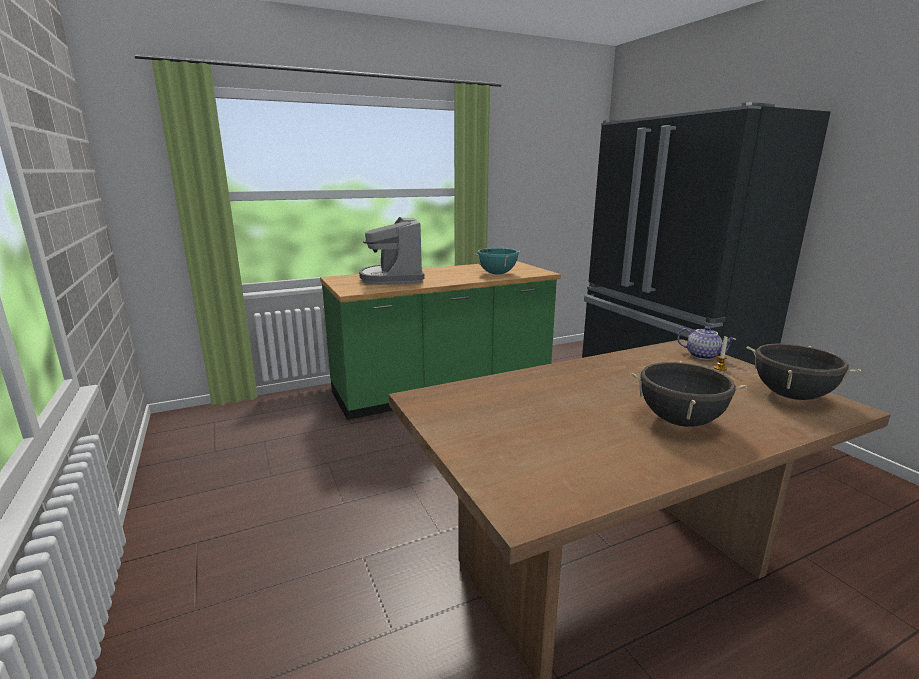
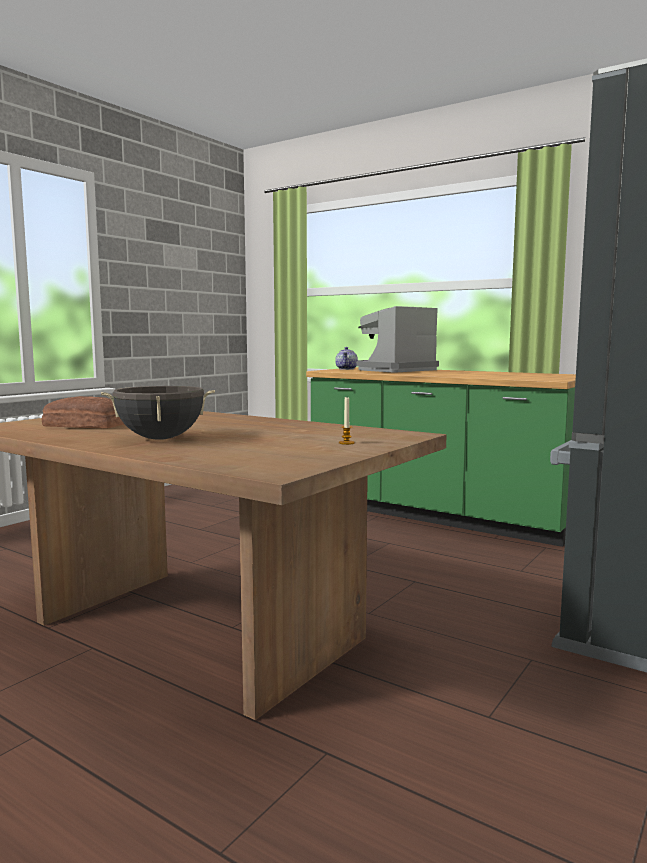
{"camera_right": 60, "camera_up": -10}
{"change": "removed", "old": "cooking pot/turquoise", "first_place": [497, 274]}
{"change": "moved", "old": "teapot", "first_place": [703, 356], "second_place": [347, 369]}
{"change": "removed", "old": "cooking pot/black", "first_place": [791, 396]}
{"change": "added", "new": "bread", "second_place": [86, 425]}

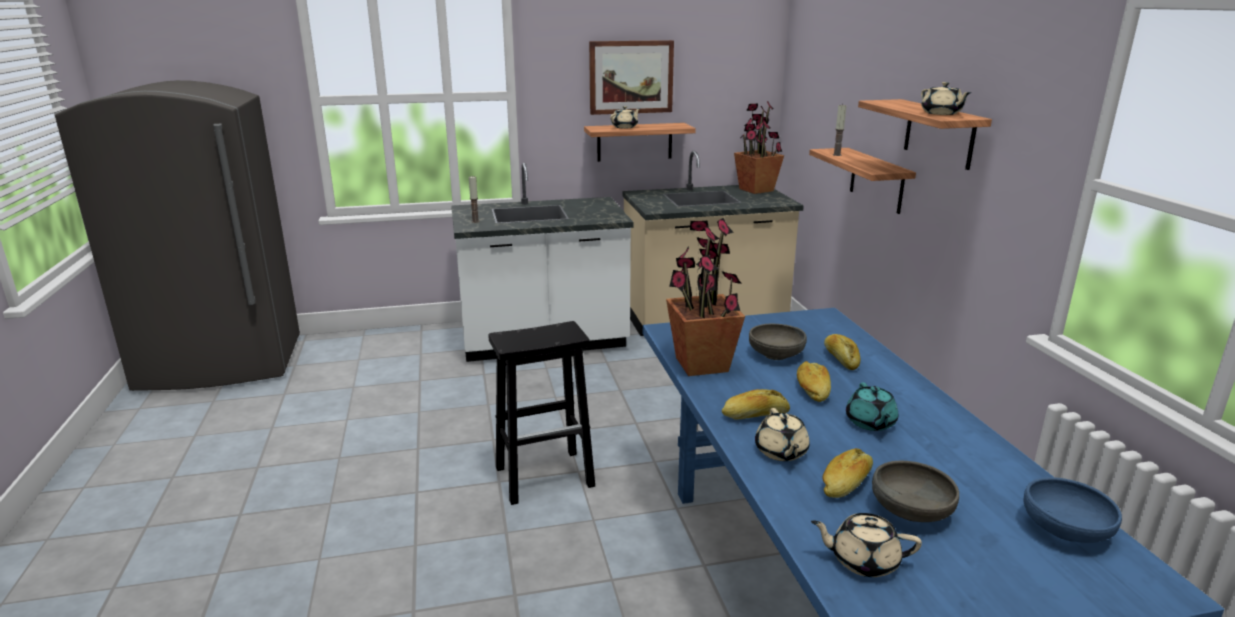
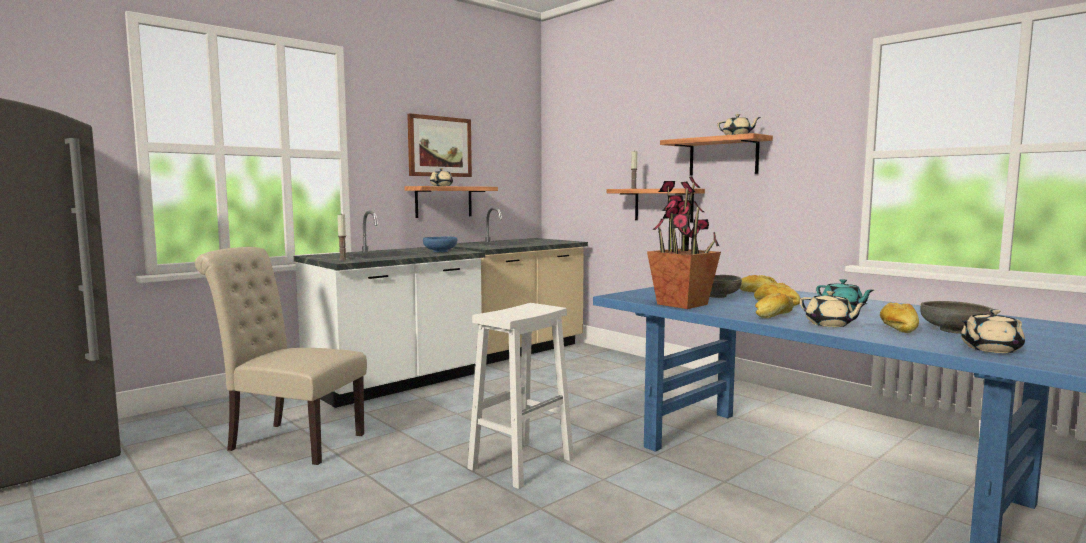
{"camera_right": -30, "camera_up": -15}
{"change": "removed", "old": "potted plant", "first_place": [756, 190]}
{"change": "recoloured", "old": "stool/black", "new": "stool/white", "first_place": [546, 476], "second_place": [522, 463]}
{"change": "moved", "old": "bowl/blue", "first_place": [1064, 530], "second_place": [440, 251]}
{"change": "added", "new": "chair/beige", "second_place": [289, 441]}

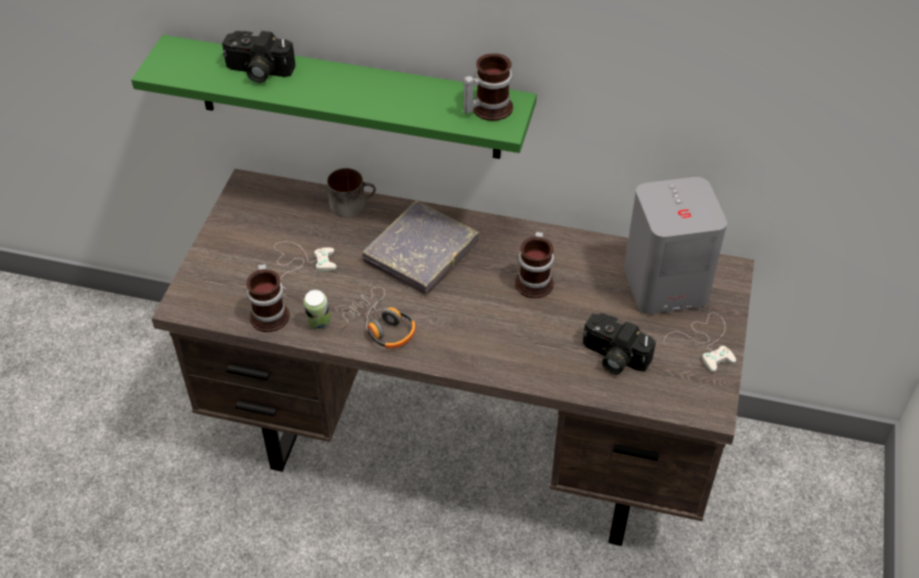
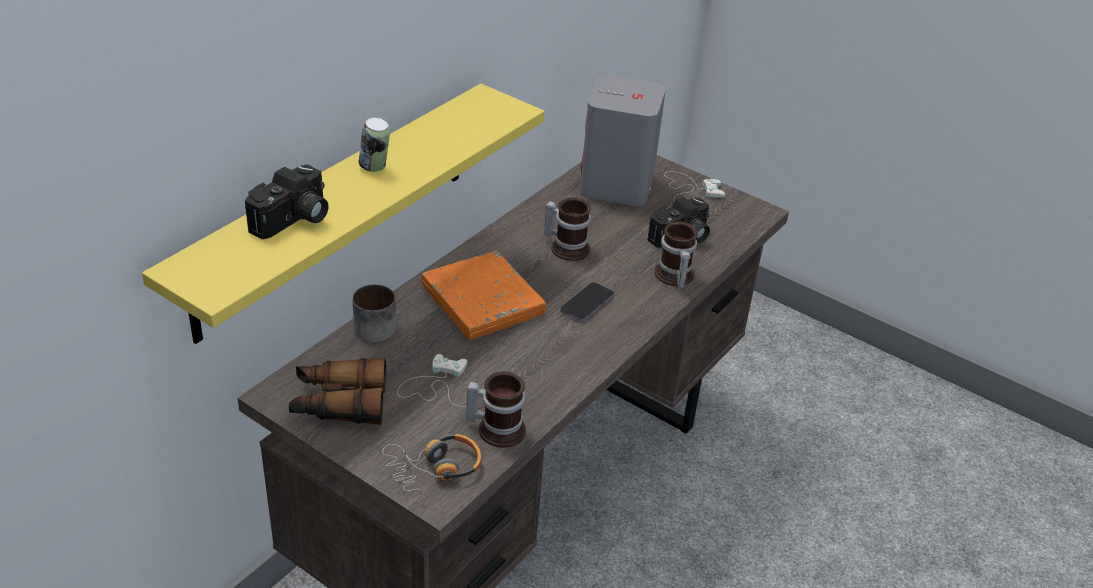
{"camera_right": -70, "camera_up": -10}
{"change": "recoloured", "old": "shelf/green", "new": "shelf/yellow", "first_place": [347, 98], "second_place": [335, 209]}
{"change": "moved", "old": "mug", "first_place": [487, 108], "second_place": [673, 276]}
{"change": "recoloured", "old": "book/grey", "new": "book/orange", "first_place": [421, 252], "second_place": [482, 301]}
{"change": "moved", "old": "headphones", "first_place": [381, 326], "second_place": [434, 470]}
{"change": "moved", "old": "can", "first_place": [319, 324], "second_place": [375, 168]}
{"change": "added", "new": "phone", "second_place": [587, 304]}
{"change": "added", "new": "binoculars", "second_place": [339, 403]}

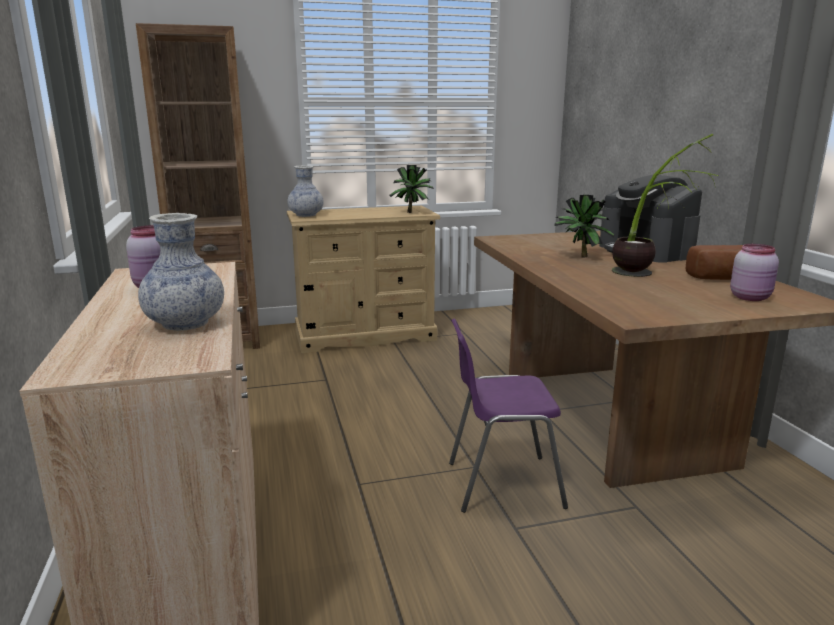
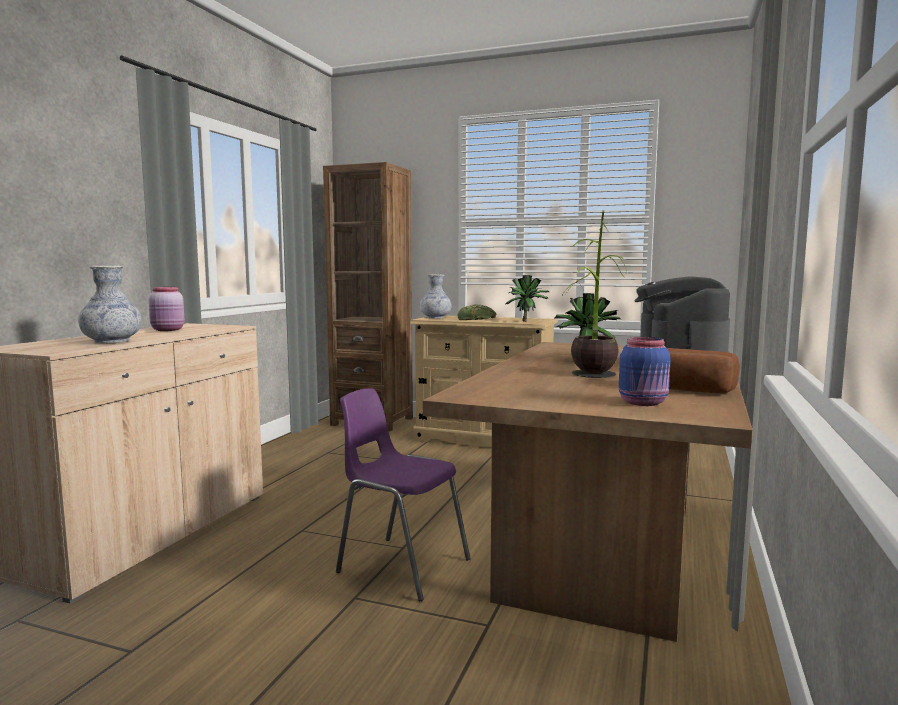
{"camera_right": 35, "camera_up": -10}
{"change": "recoloured", "old": "jar/pink", "new": "jar/blue", "first_place": [751, 297], "second_place": [644, 403]}
{"change": "added", "new": "bread", "second_place": [476, 319]}

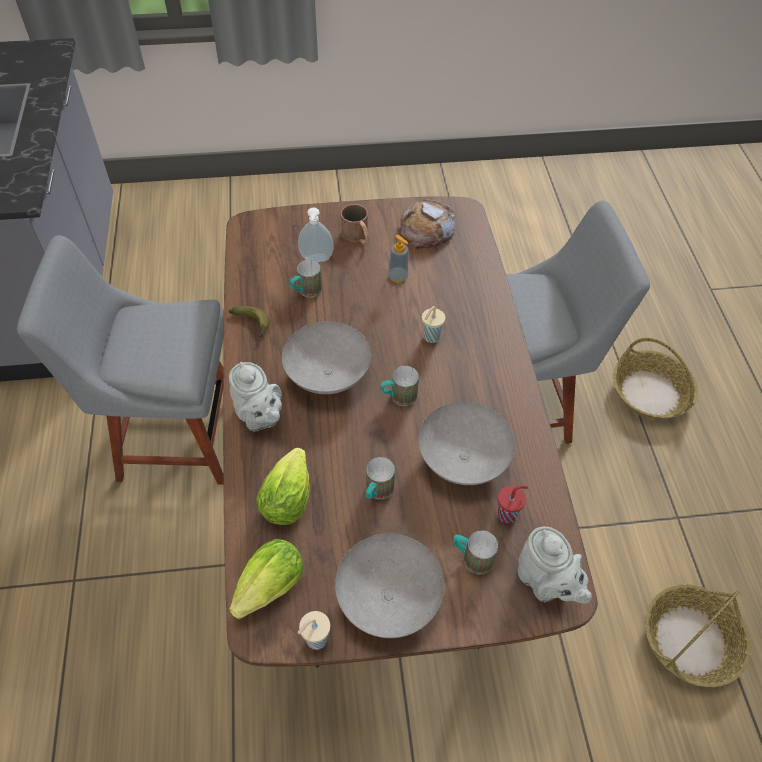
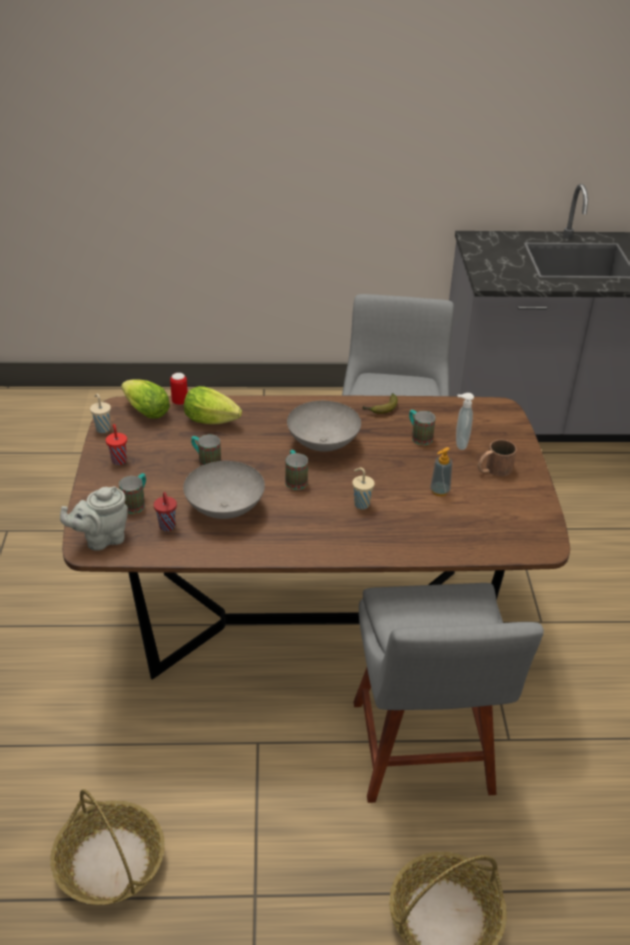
{"camera_right": 95, "camera_up": -15}
{"change": "removed", "old": "bread", "first_place": [426, 229]}
{"change": "removed", "old": "teapot/grey", "first_place": [259, 417]}
{"change": "replaced", "old": "bowl/grey", "new": "cup/red", "first_place": [387, 600], "second_place": [119, 460]}
{"change": "added", "new": "can", "second_place": [180, 402]}

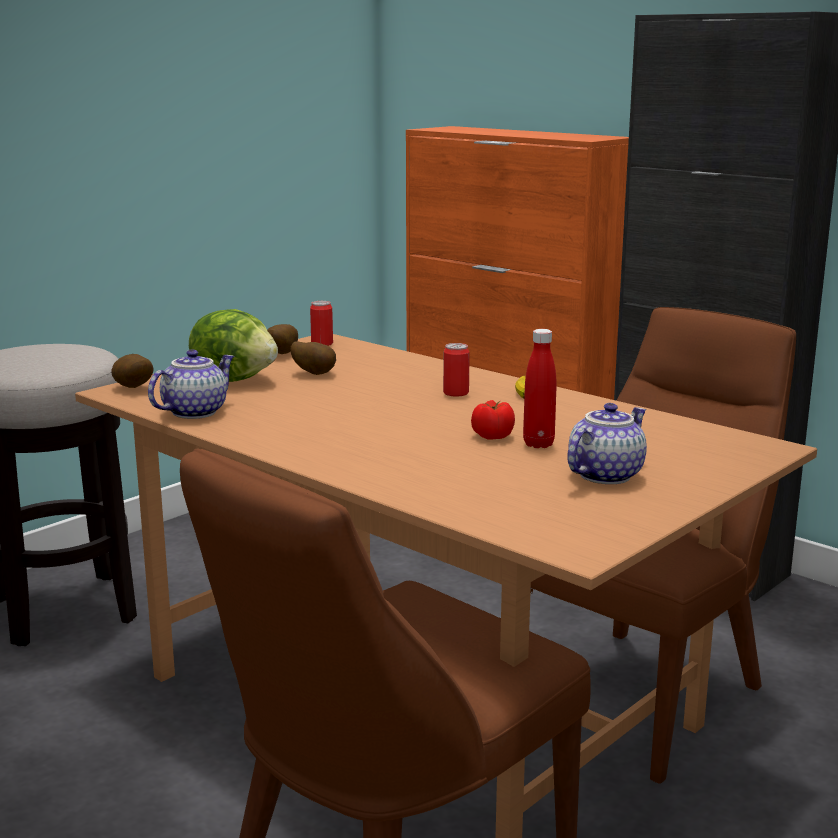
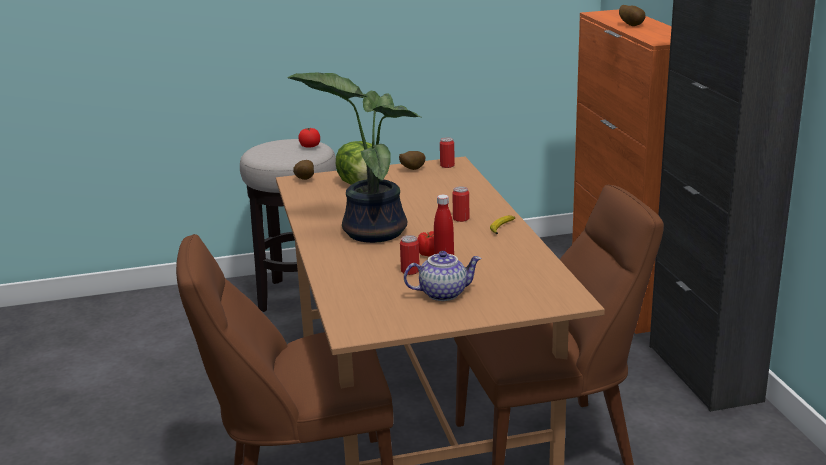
{"camera_right": 35, "camera_up": 5}
{"change": "moved", "old": "potato", "first_place": [315, 373], "second_place": [632, 25]}
{"change": "removed", "old": "teapot", "first_place": [194, 412]}
{"change": "added", "new": "potted plant", "second_place": [371, 231]}
{"change": "added", "new": "tomato", "second_place": [310, 146]}
{"change": "added", "new": "can", "second_place": [410, 271]}

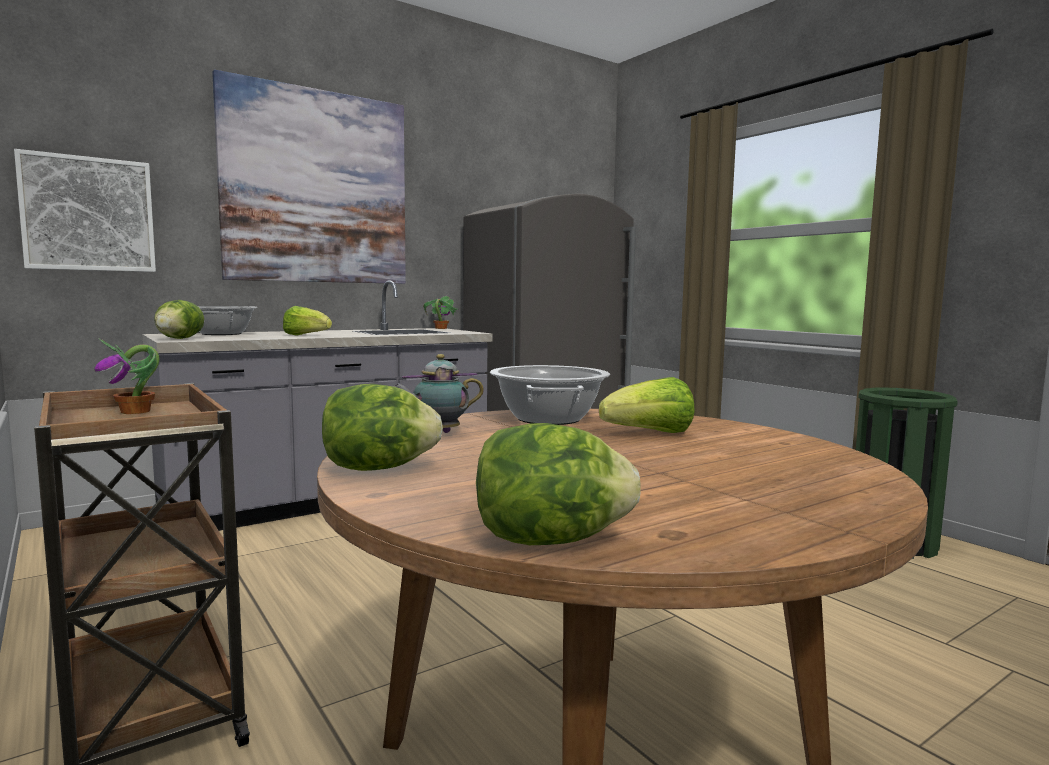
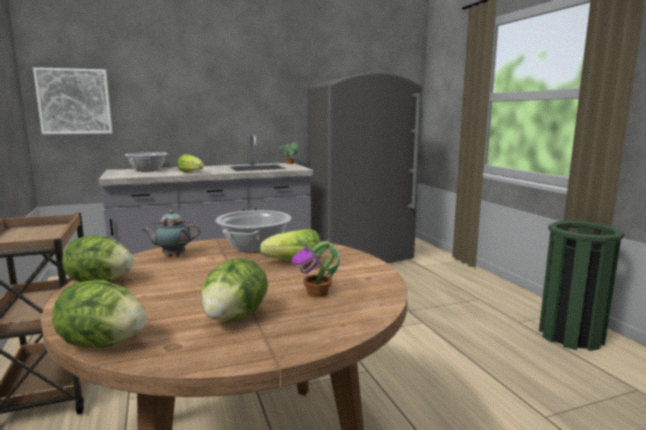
{"camera_right": 15, "camera_up": 5}
{"change": "removed", "old": "picture", "first_place": [317, 188]}
{"change": "moved", "old": "lettuce", "first_place": [179, 339], "second_place": [235, 317]}
{"change": "moved", "old": "potted plant", "first_place": [136, 412], "second_place": [318, 293]}

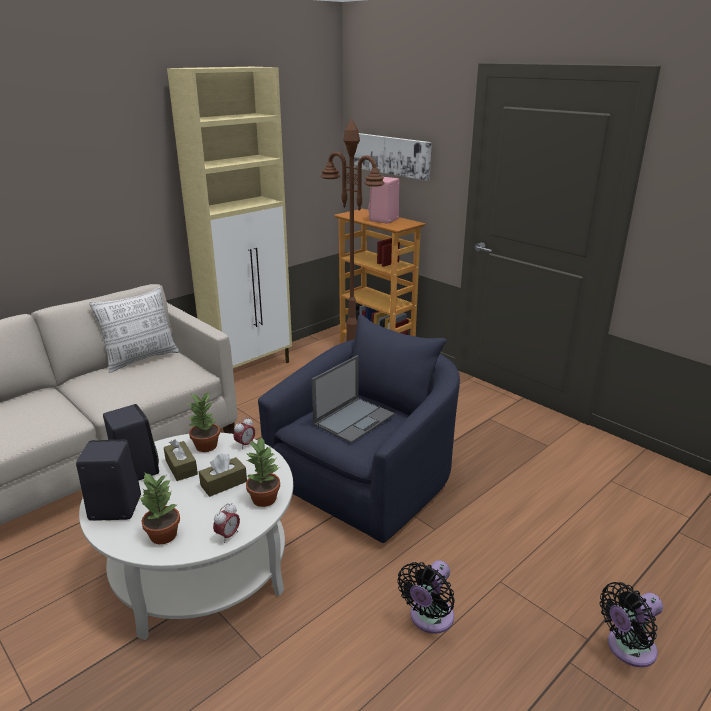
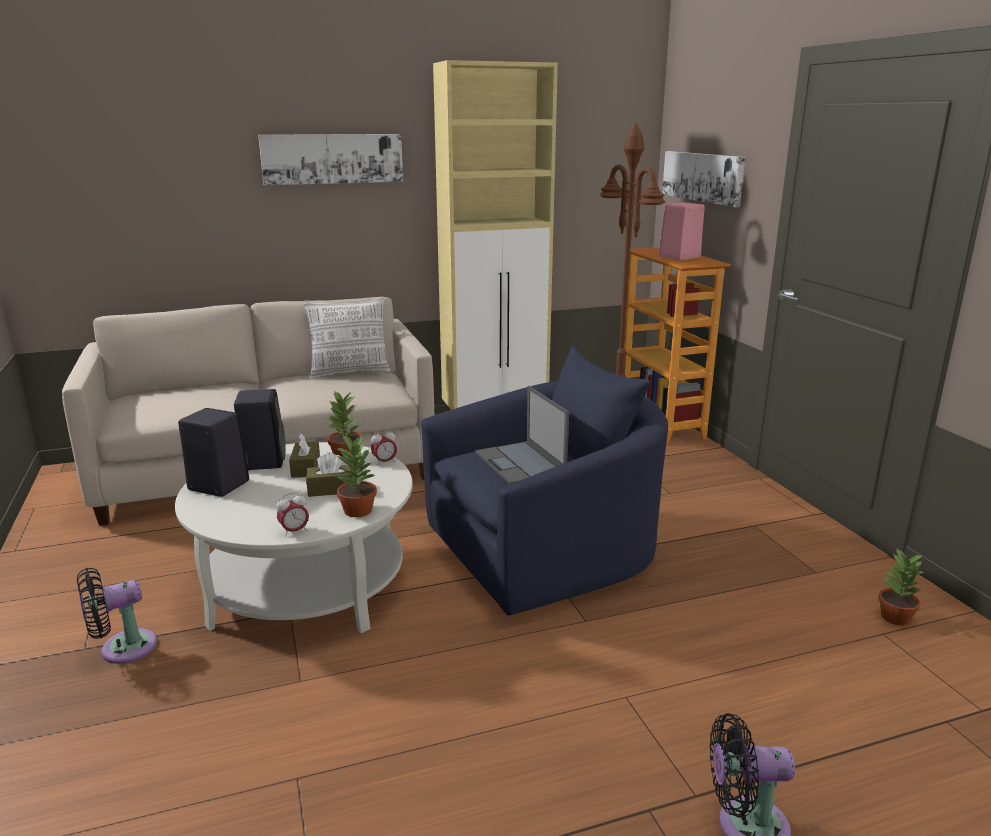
{"camera_right": 25, "camera_up": -5}
{"change": "turned", "old": "laptop", "first_place": [354, 419], "second_place": [521, 463], "degrees": 90}
{"change": "moved", "old": "potted plant", "first_place": [162, 535], "second_place": [894, 617]}
{"change": "moved", "old": "fan/black", "first_place": [429, 619], "second_place": [122, 649]}
{"change": "added", "new": "picture", "second_place": [332, 158]}

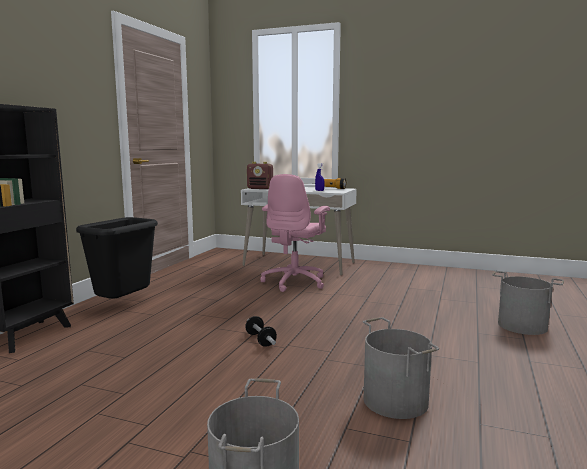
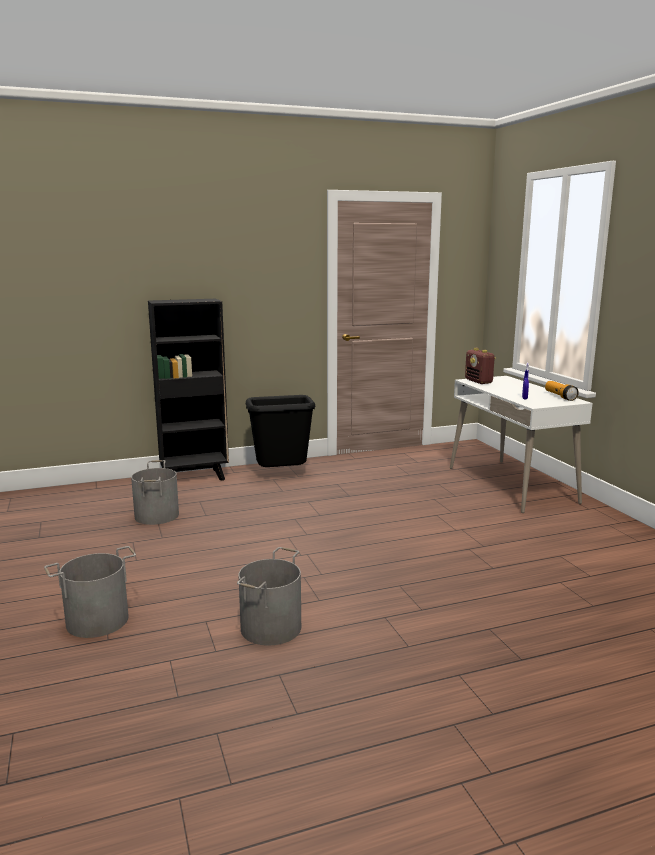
{"camera_right": 50, "camera_up": 5}
{"change": "removed", "old": "office chair/pink", "first_place": [295, 282]}
{"change": "moved", "old": "bucket/grey", "first_place": [522, 326], "second_place": [156, 515]}
{"change": "removed", "old": "dumbbell", "first_place": [260, 340]}

